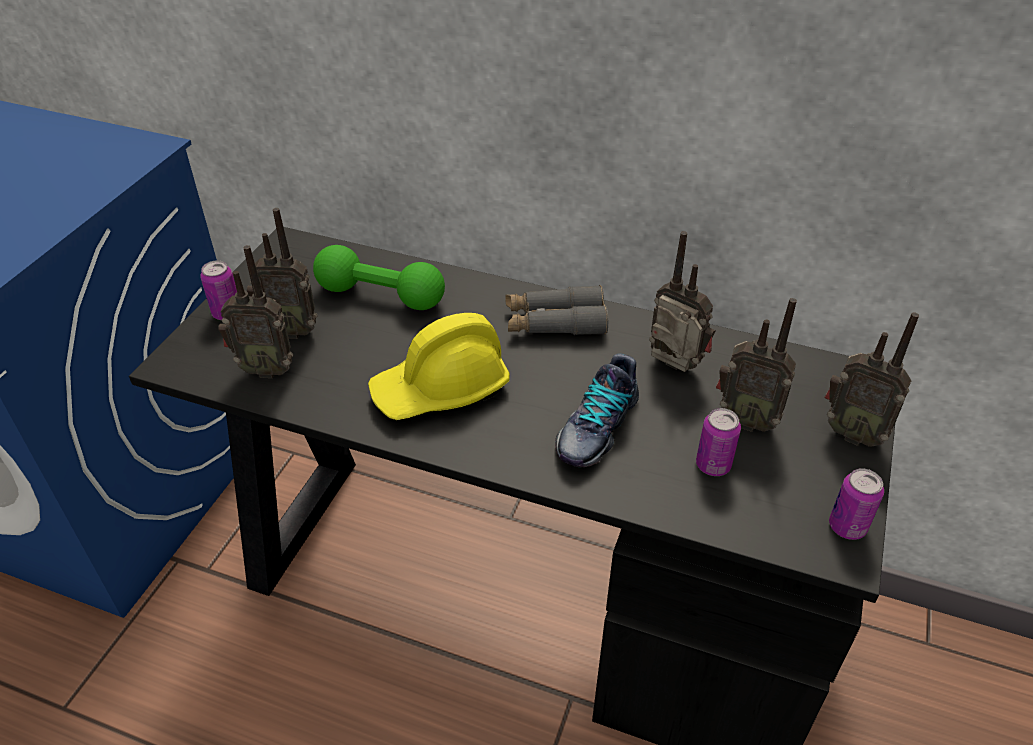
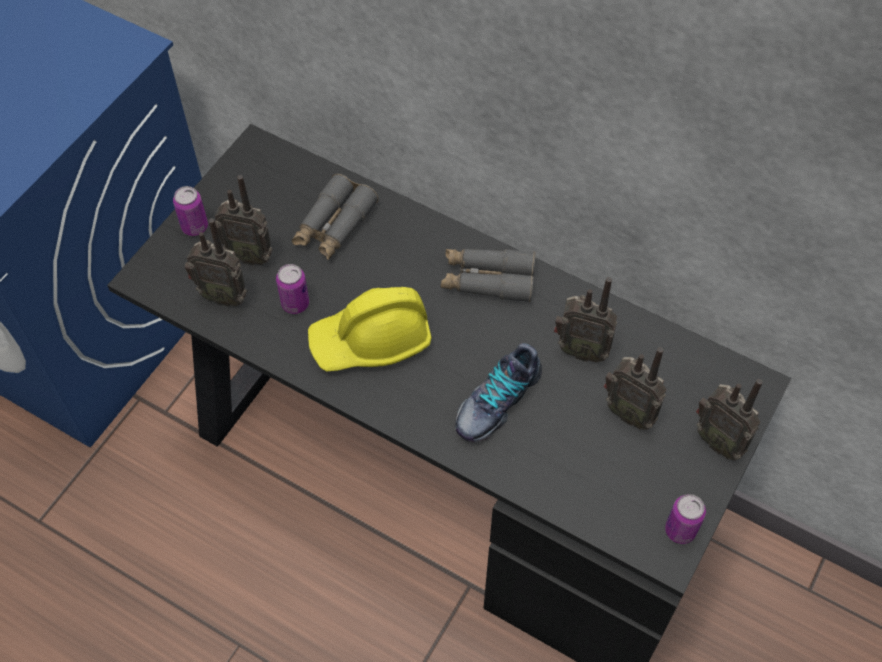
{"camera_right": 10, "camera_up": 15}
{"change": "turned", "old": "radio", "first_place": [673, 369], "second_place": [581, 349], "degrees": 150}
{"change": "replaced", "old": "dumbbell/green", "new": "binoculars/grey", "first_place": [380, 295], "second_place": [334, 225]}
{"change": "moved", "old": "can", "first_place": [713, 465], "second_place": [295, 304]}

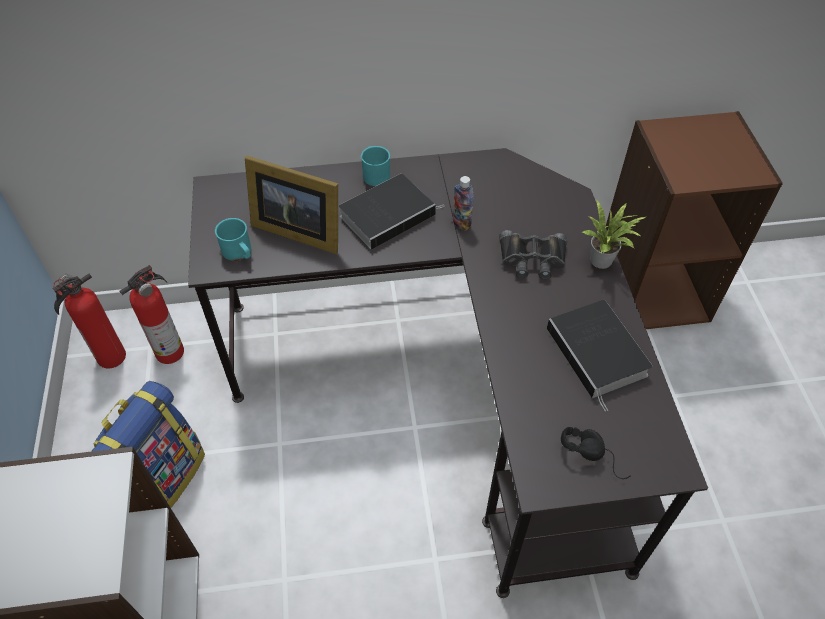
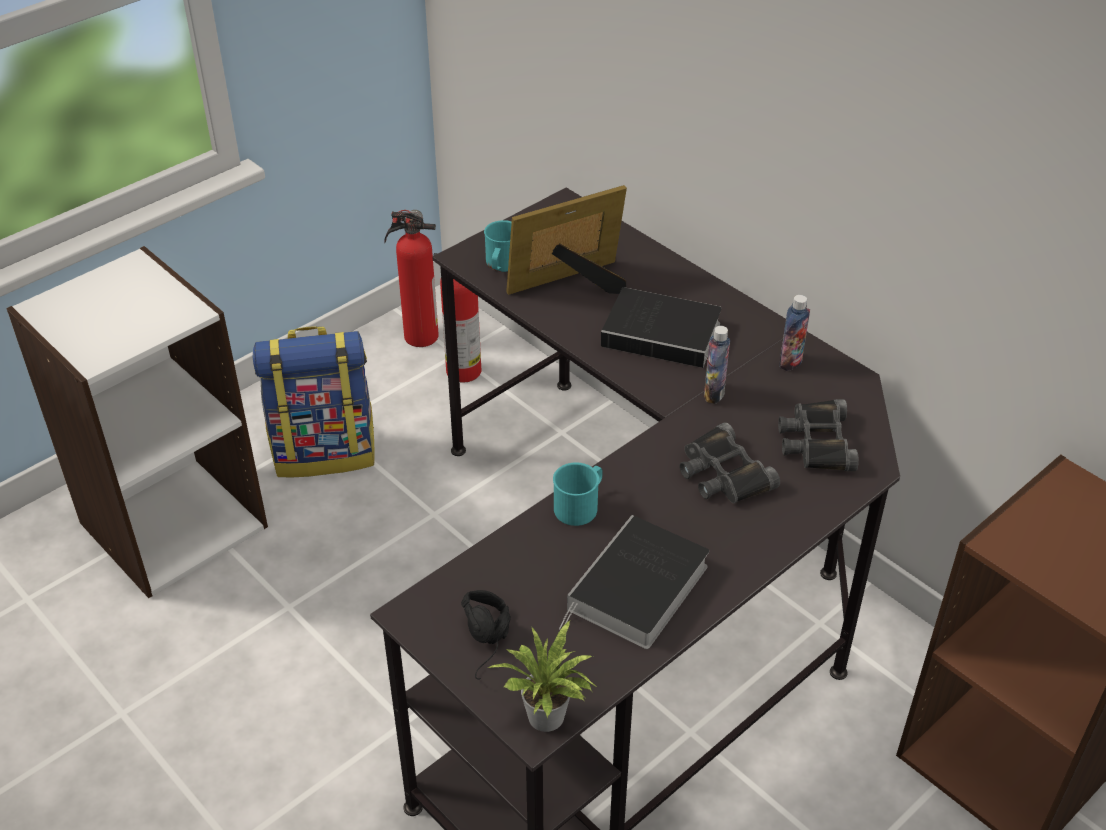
{"camera_right": 55, "camera_up": -10}
{"change": "moved", "old": "mug/turquoise", "first_place": [375, 173], "second_place": [580, 505]}
{"change": "turned", "old": "picture frame", "first_place": [297, 229], "second_place": [572, 284], "degrees": 75}
{"change": "moved", "old": "potted plant", "first_place": [604, 261], "second_place": [548, 720]}
{"change": "added", "new": "bottle", "second_place": [790, 362]}
{"change": "added", "new": "binoculars/black", "second_place": [816, 442]}

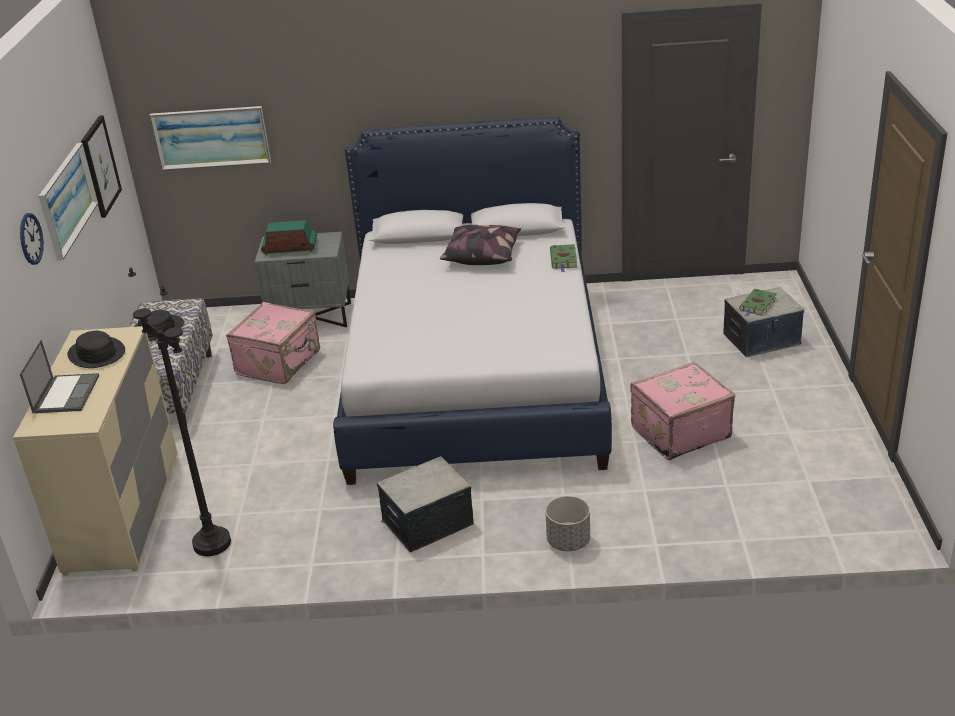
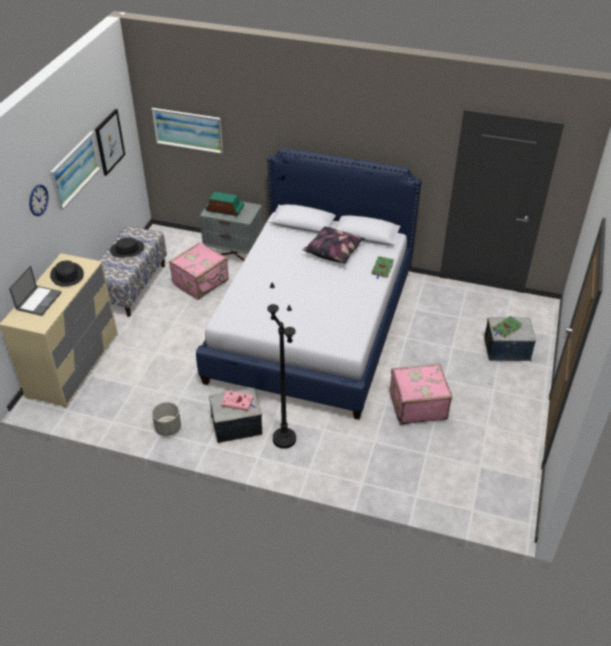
{"camera_right": 15, "camera_up": 10}
{"change": "moved", "old": "floor lamp/black", "first_place": [212, 543], "second_place": [284, 439]}
{"change": "moved", "old": "planter/grey", "first_place": [568, 542], "second_place": [168, 428]}
{"change": "added", "new": "book/pink", "second_place": [238, 402]}

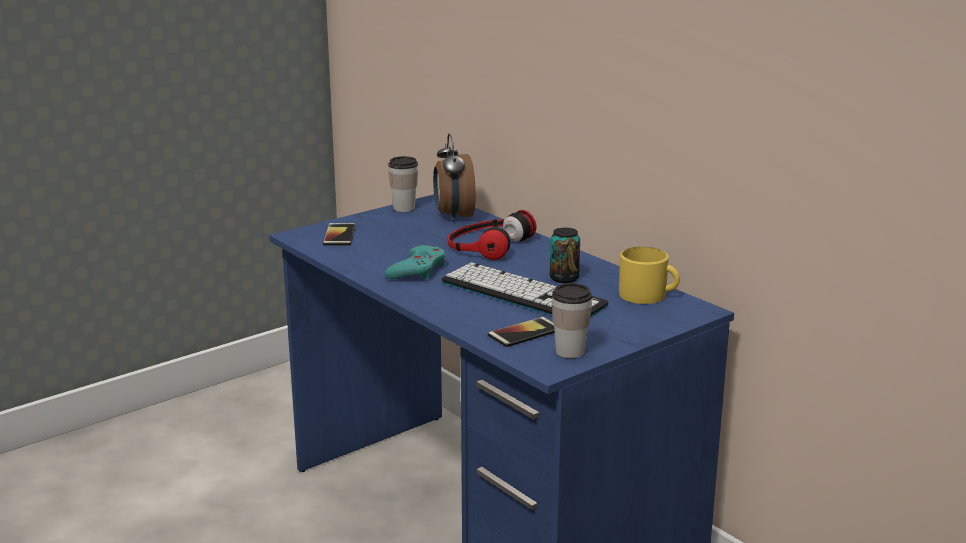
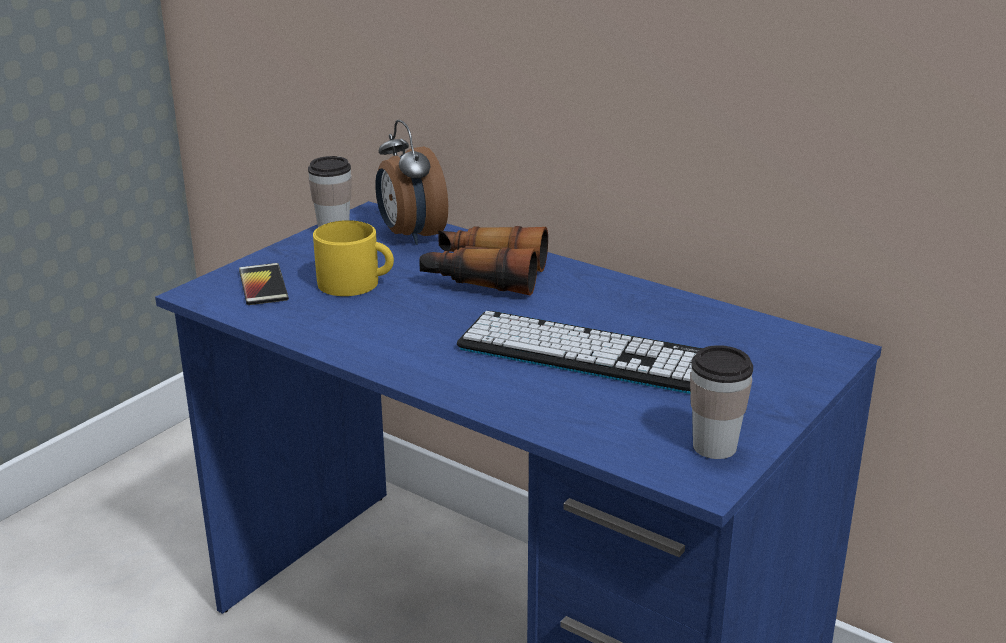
{"camera_right": -15, "camera_up": 5}
{"change": "replaced", "old": "headphones", "new": "binoculars", "first_place": [487, 244], "second_place": [483, 276]}
{"change": "removed", "old": "can", "first_place": [564, 278]}
{"change": "removed", "old": "game controller/turquoise", "first_place": [418, 270]}
{"change": "moved", "old": "mug/yellow", "first_place": [648, 295], "second_place": [356, 283]}
{"change": "removed", "old": "phone", "first_place": [525, 333]}

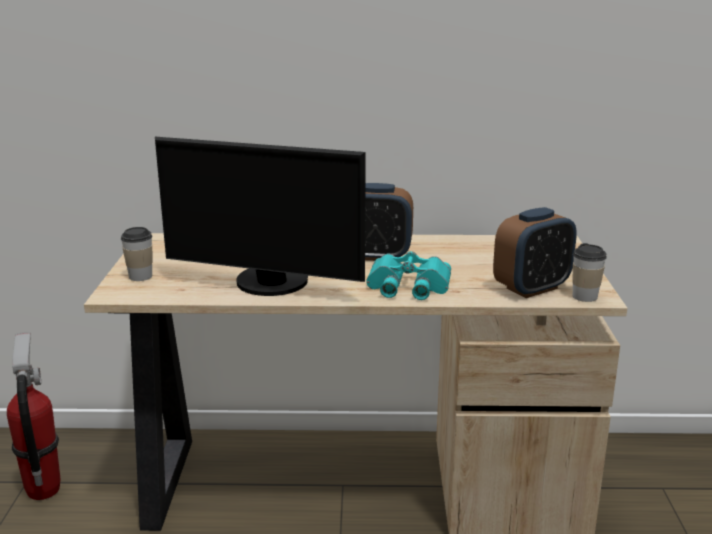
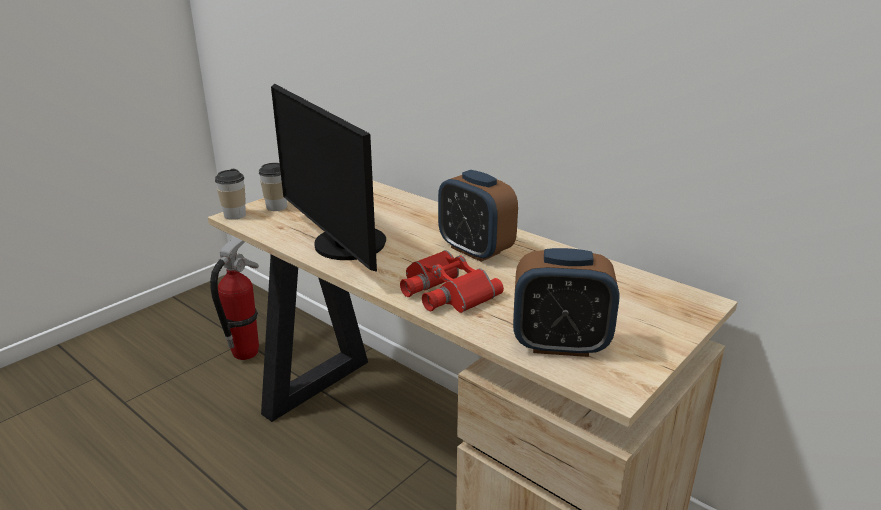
{"camera_right": 40, "camera_up": 5}
{"change": "moved", "old": "cup", "first_place": [584, 296], "second_place": [235, 215]}
{"change": "recoloured", "old": "binoculars/turquoise", "new": "binoculars/red", "first_place": [407, 286], "second_place": [444, 291]}

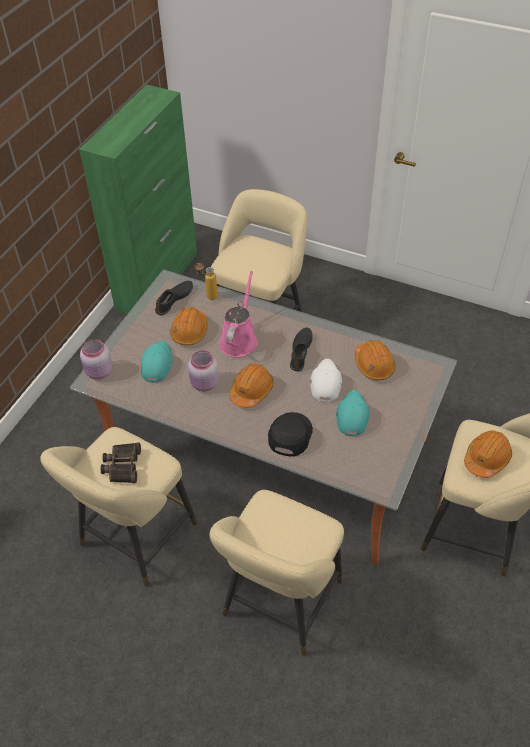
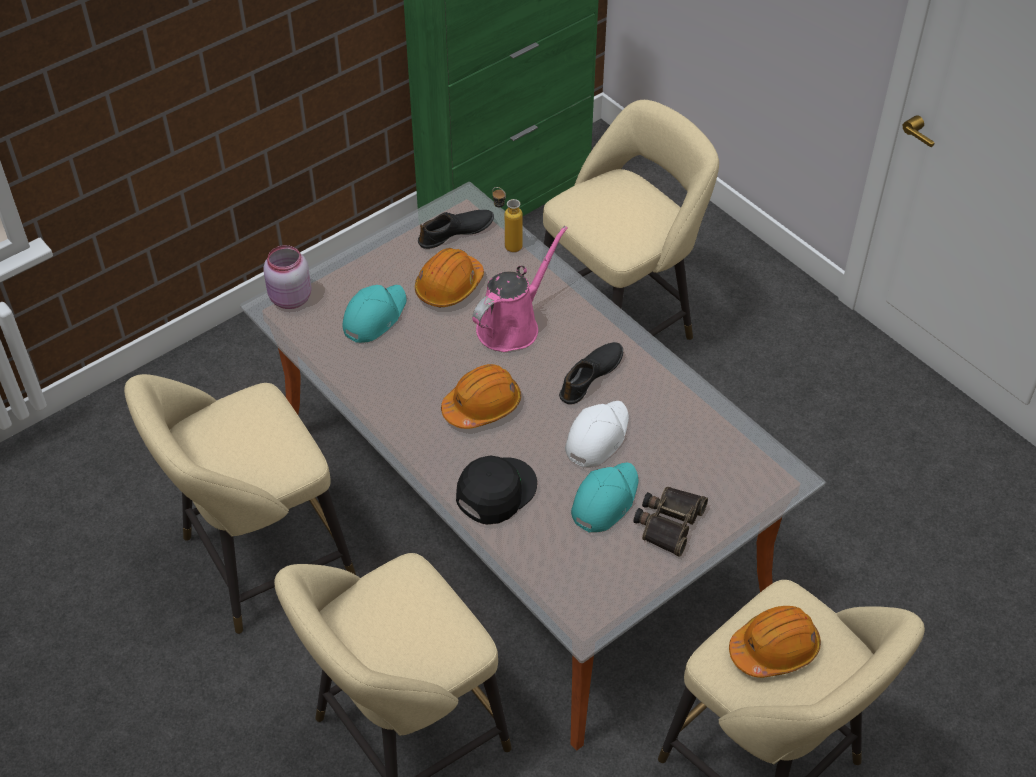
{"camera_right": 25, "camera_up": 0}
{"change": "removed", "old": "hard hat/orange", "first_place": [374, 365]}
{"change": "removed", "old": "jar/pink", "first_place": [204, 384]}
{"change": "moved", "old": "binoculars", "first_place": [122, 465], "second_place": [668, 522]}

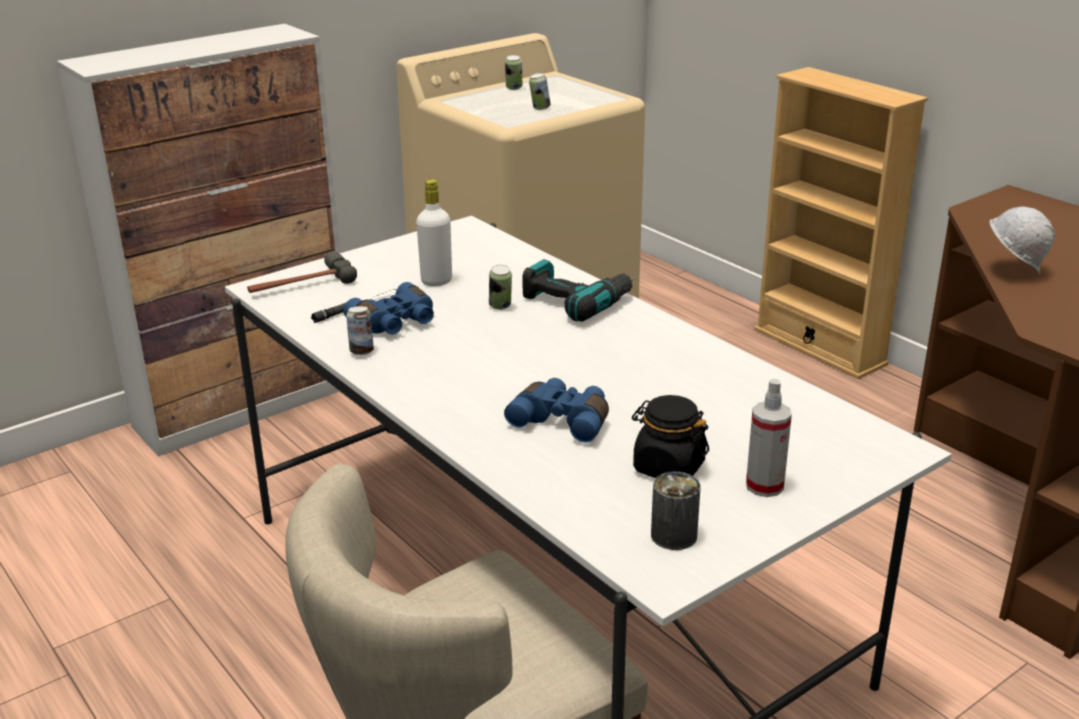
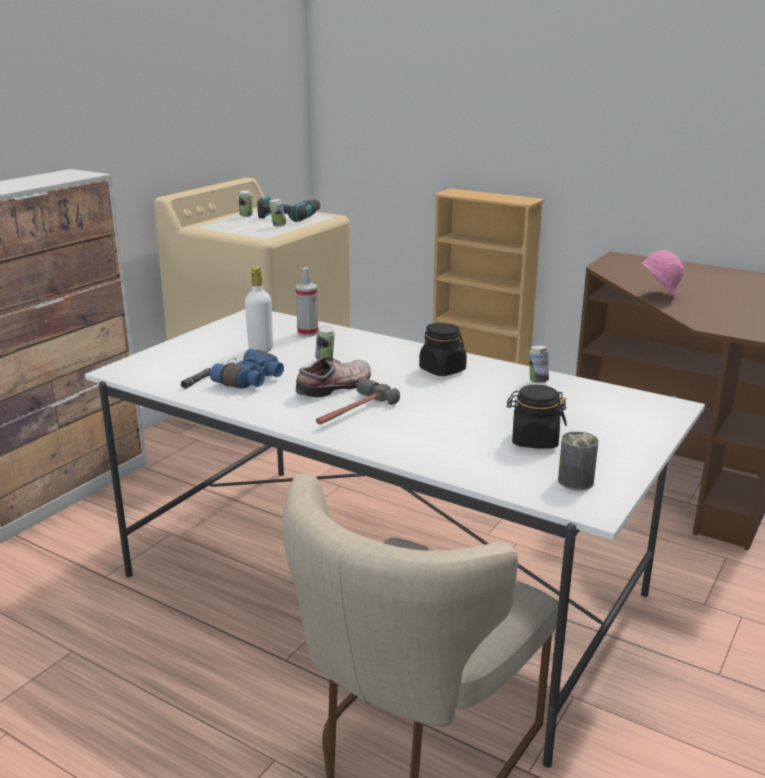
{"camera_right": -20, "camera_up": -5}
{"change": "recoloured", "old": "hard hat/white", "new": "hard hat/pink", "first_place": [1012, 271], "second_place": [657, 296]}
{"change": "moved", "old": "hammer", "first_place": [300, 285], "second_place": [352, 412]}
{"change": "moved", "old": "power drill", "first_place": [576, 301], "second_place": [289, 217]}
{"change": "moved", "old": "can", "first_place": [361, 352], "second_place": [537, 381]}
{"change": "removed", "old": "binoculars/blue", "first_place": [563, 420]}
{"change": "moved", "old": "spray bottle", "first_place": [764, 486], "second_place": [308, 333]}
{"change": "added", "new": "jar/black", "second_place": [442, 370]}
{"change": "added", "new": "shoe", "second_place": [336, 386]}

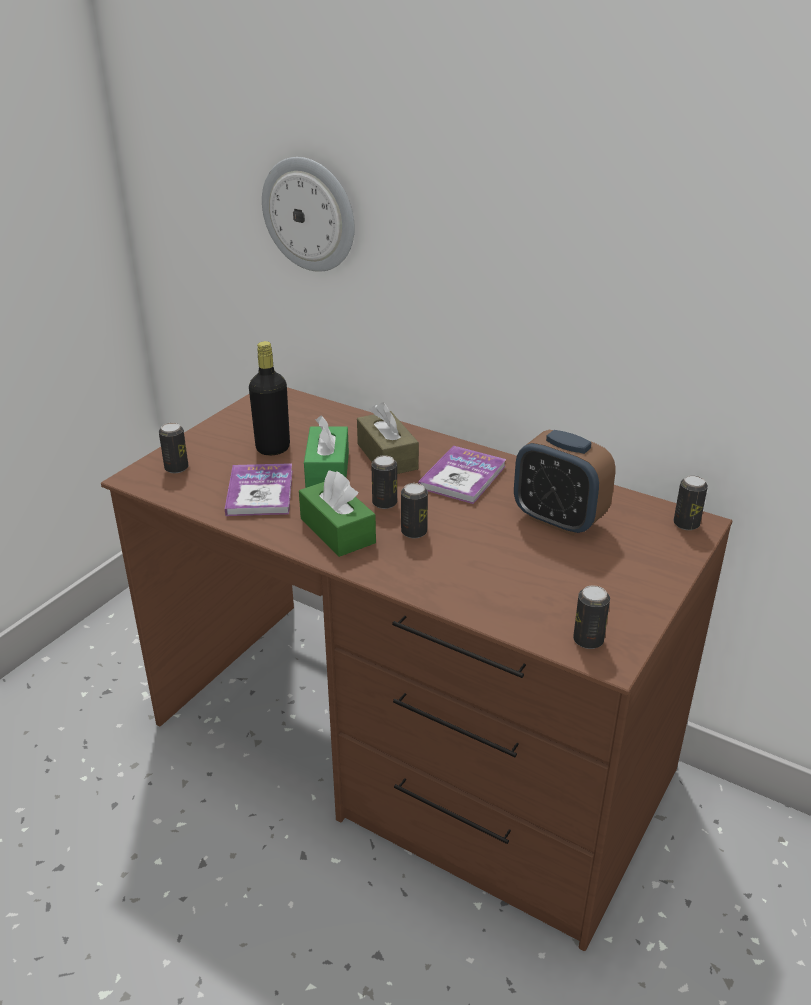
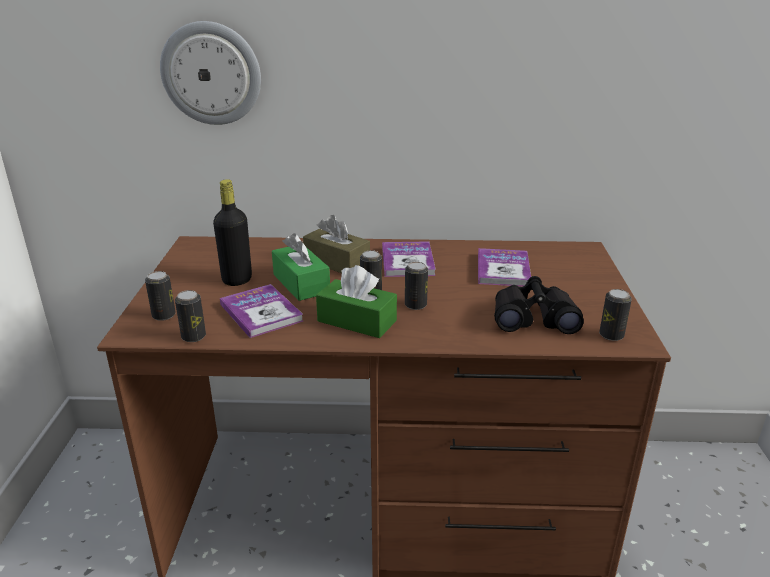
{"camera_right": -30, "camera_up": -5}
{"change": "replaced", "old": "alarm clock", "new": "book", "first_place": [559, 519], "second_place": [503, 269]}
{"change": "moved", "old": "can", "first_place": [686, 524], "second_place": [193, 337]}
{"change": "added", "new": "binoculars/black", "second_place": [534, 318]}

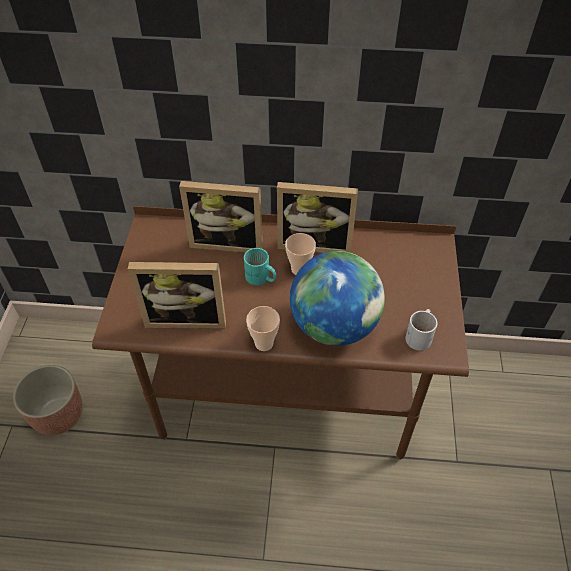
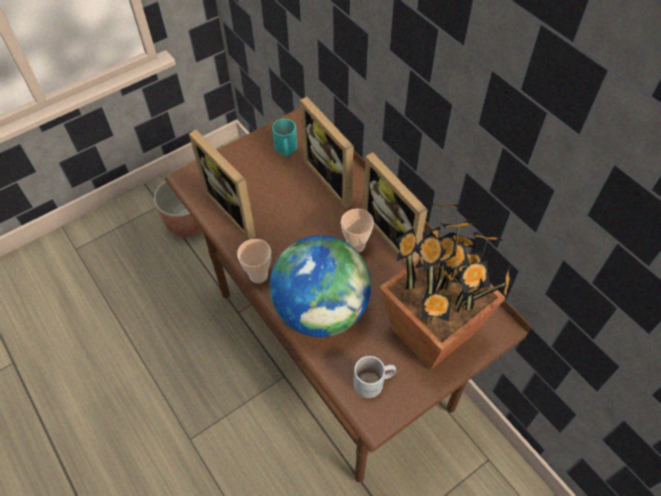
{"camera_right": 50, "camera_up": 5}
{"change": "moved", "old": "mug/turquoise", "first_place": [260, 278], "second_place": [285, 149]}
{"change": "added", "new": "potted plant", "second_place": [432, 334]}

